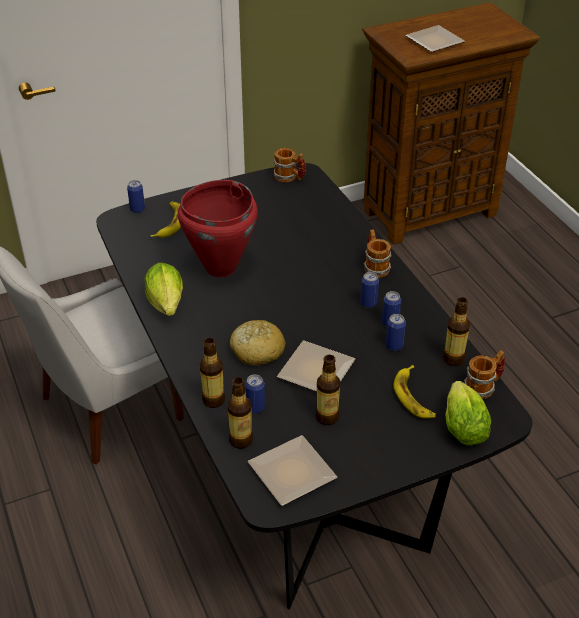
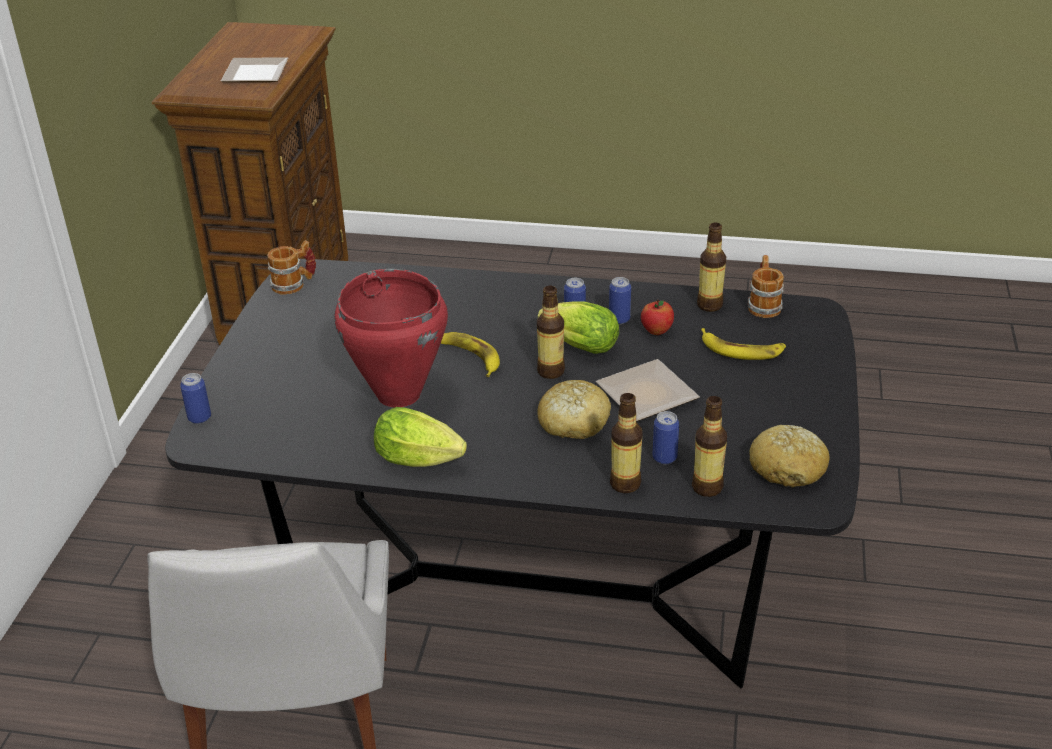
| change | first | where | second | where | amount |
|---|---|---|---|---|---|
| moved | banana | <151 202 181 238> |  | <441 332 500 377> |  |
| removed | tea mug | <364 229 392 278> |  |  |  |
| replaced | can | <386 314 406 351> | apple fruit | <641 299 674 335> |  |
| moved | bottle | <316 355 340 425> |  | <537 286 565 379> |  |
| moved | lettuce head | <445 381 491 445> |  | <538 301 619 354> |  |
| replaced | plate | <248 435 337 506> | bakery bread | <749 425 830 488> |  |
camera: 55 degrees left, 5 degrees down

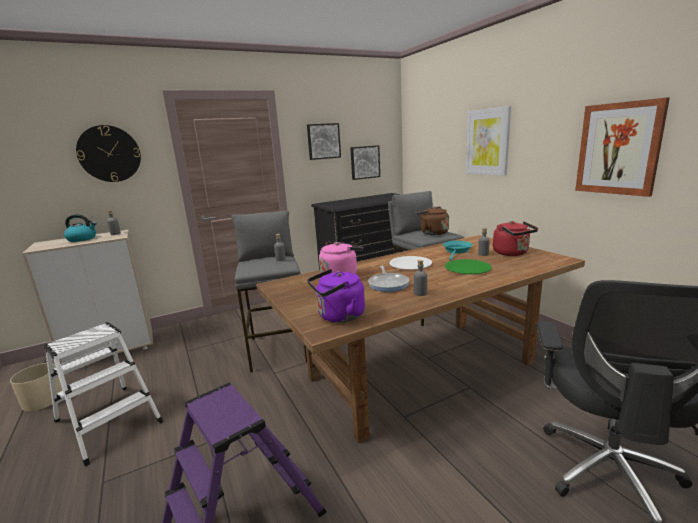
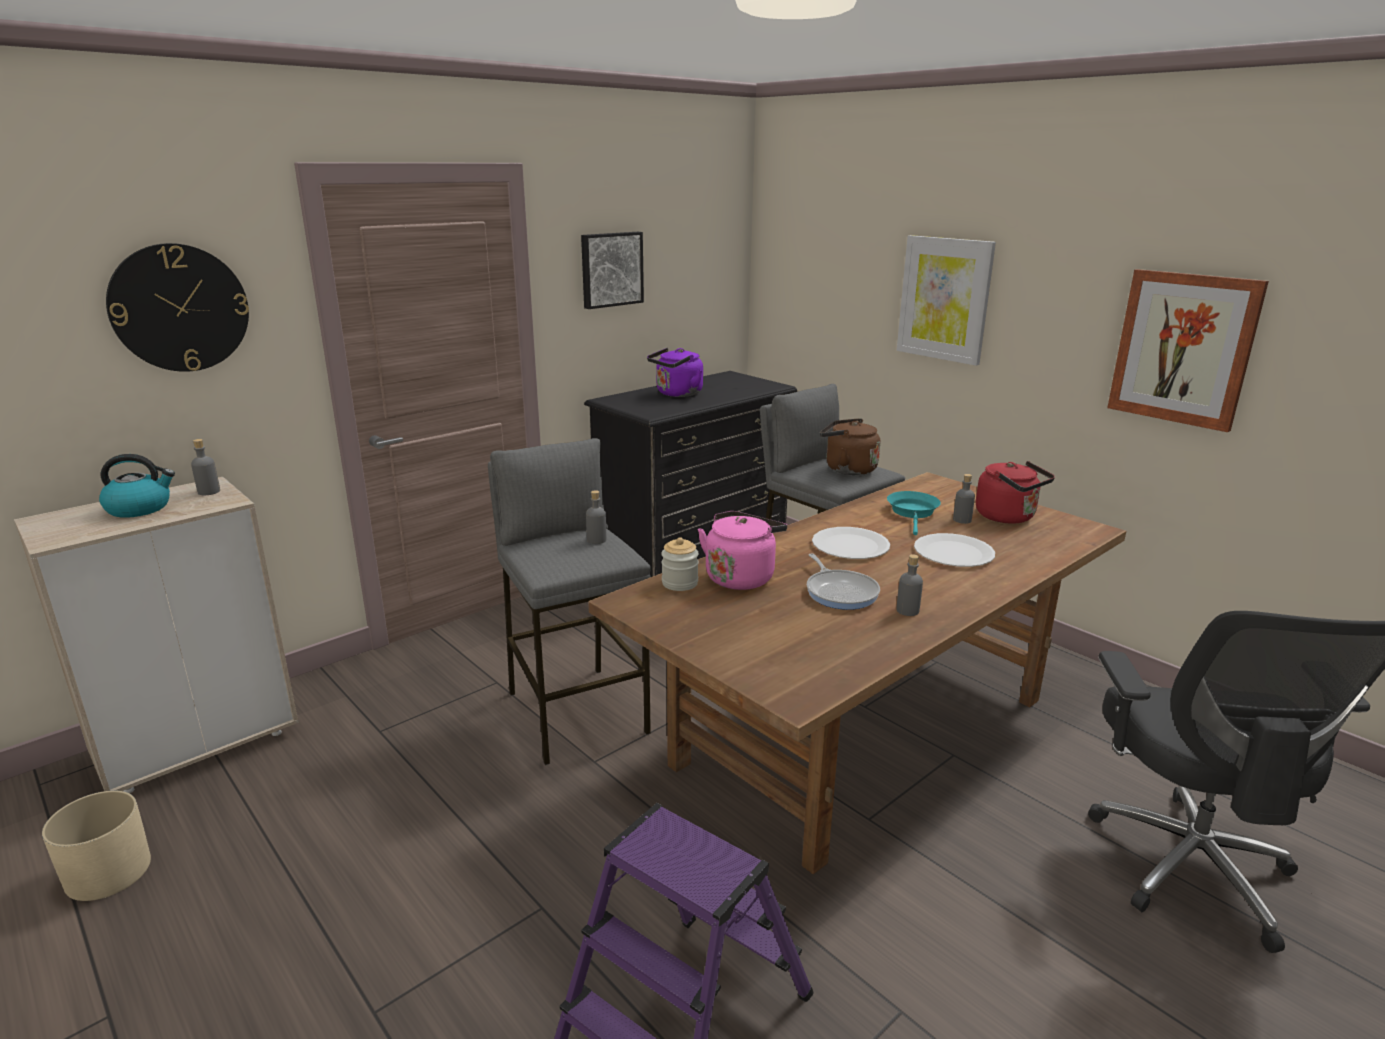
| change | first | where | second | where | amount |
|---|---|---|---|---|---|
| removed | wall art | <350 145 380 180> |  |  |  |
| recoloured | plate in green | <445 259 492 274> | plate in white | <914 533 995 567> |  |
| moved | tea kettle in purple-coloured | <307 269 365 323> |  | <647 348 703 397> |  |
| removed | step ladder in white | <43 322 164 466> |  |  |  |
| added |  |  | jar | <661 537 699 591> |  |
camera: 15 degrees left, 5 degrees up

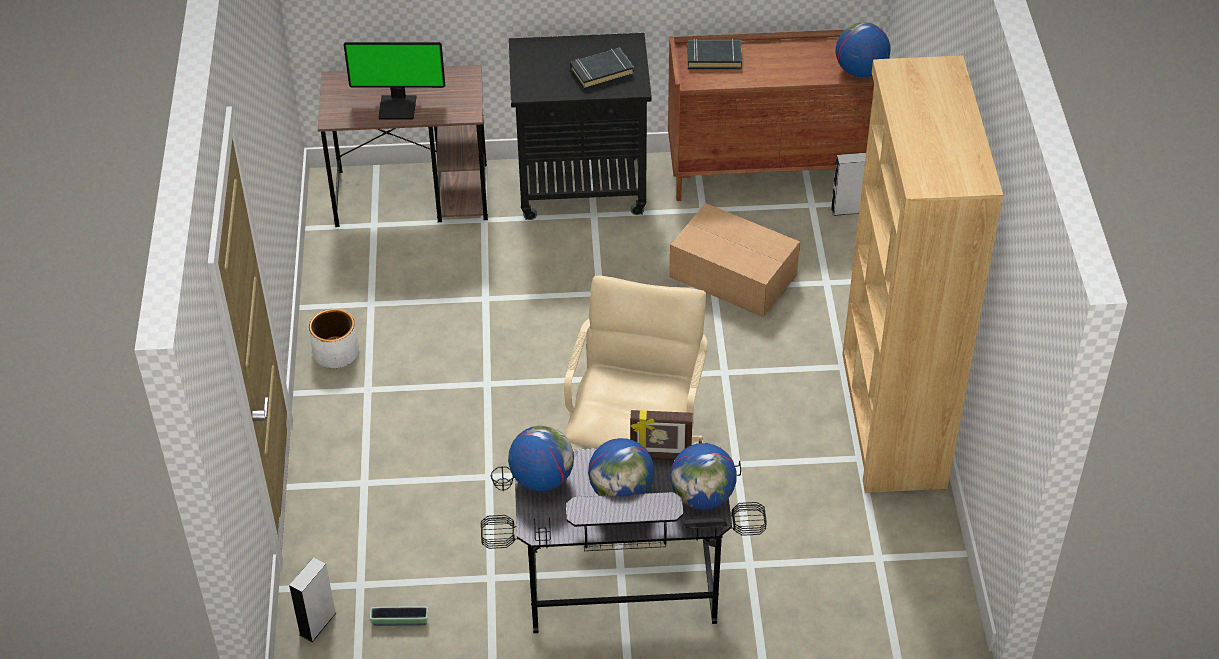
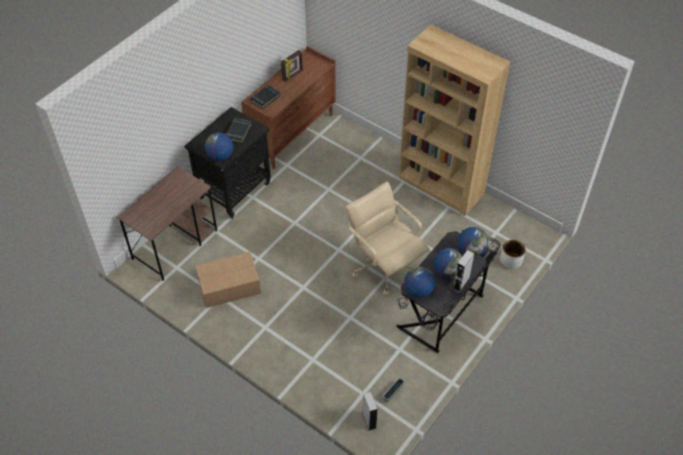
| change | first | where | second | where | amount |
|---|---|---|---|---|---|
| moved | globe | <836 22 891 77> |  | <205 133 233 161> |  |
| removed | monitor | <344 42 445 120> |  |  |  |
| moved | loudspeaker in grey | <831 153 866 216> |  | <453 250 474 291> |  |
| moved | cardboard box | <669 203 800 317> |  | <195 252 261 308> |  |
| moved | flower pot in white | <309 309 359 368> |  | <500 240 526 269> |  |
| moved | picture frame | <630 410 693 460> |  | <281 50 303 82> |  |
camera: 50 degrees left, 5 degrees up

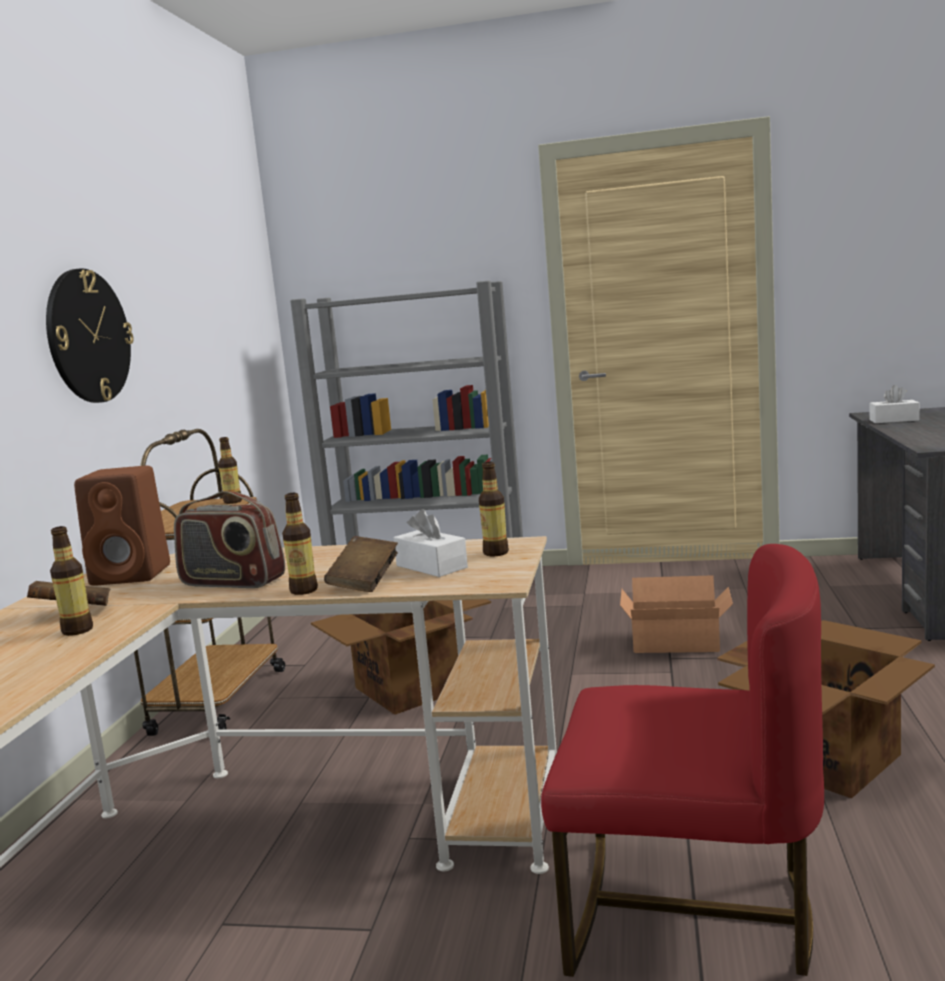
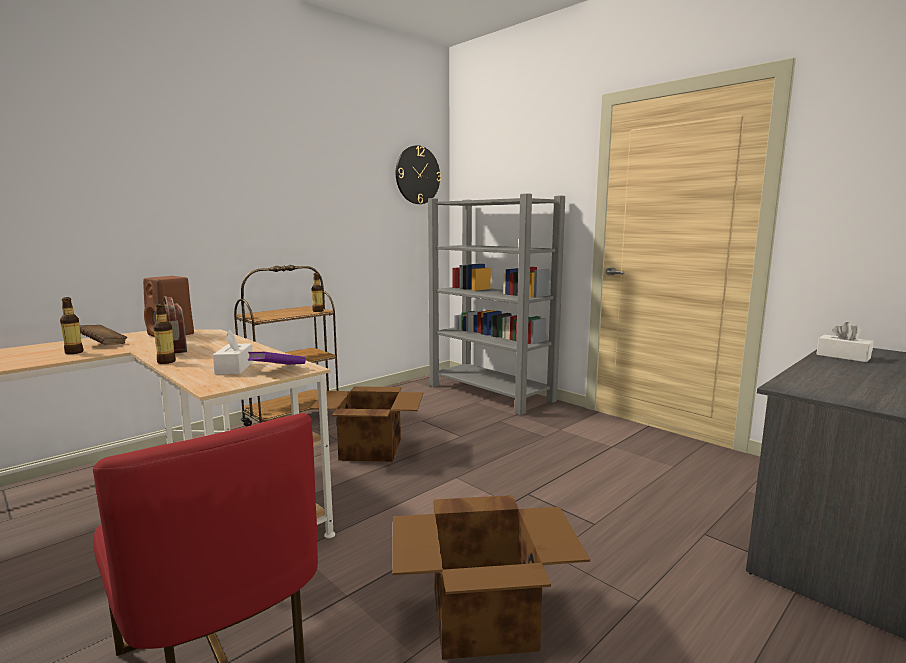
| change | first | where | second | where | amount |
|---|---|---|---|---|---|
| moved | wall clock | <46 268 134 403> |  | <396 145 441 204> |  |
| replaced | bottle | <479 462 509 556> | bound book in purple-coloured | <248 352 306 365> |  |
| removed | bound book in brown-coloured | <324 536 398 592> |  |  |  |
| removed | cardboard box | <620 575 733 653> |  |  |  |
camera: 35 degrees right, 0 degrees up

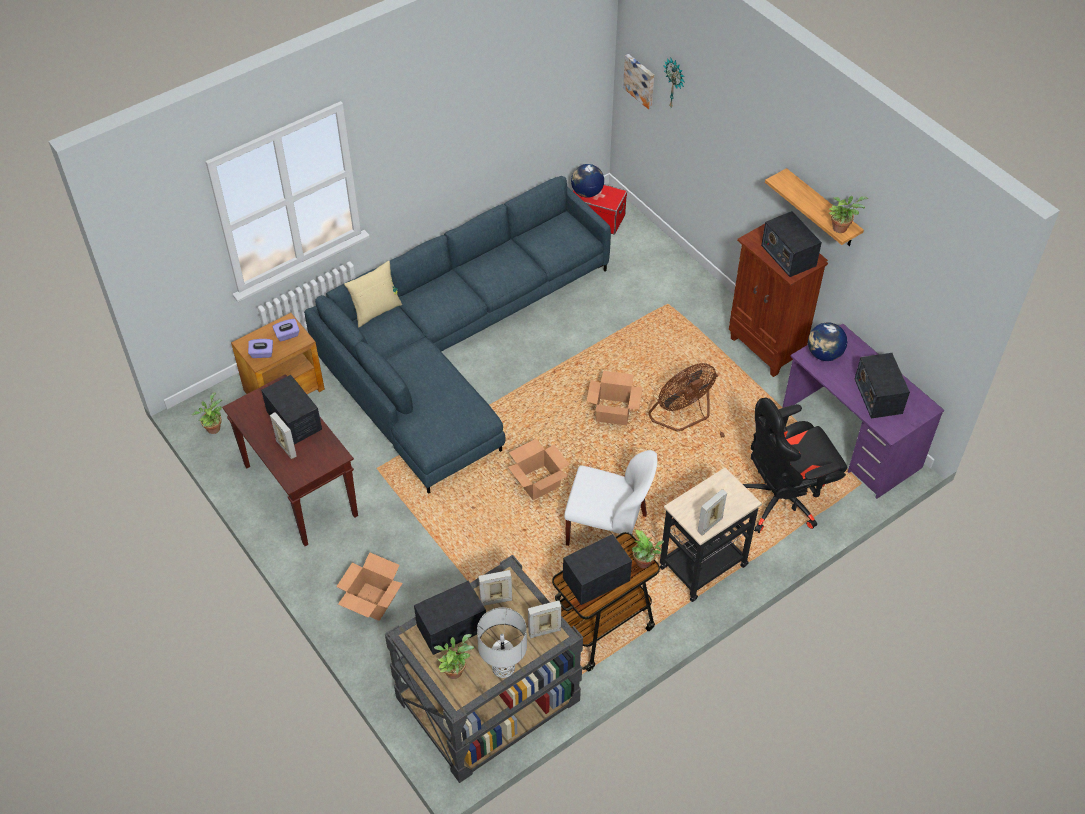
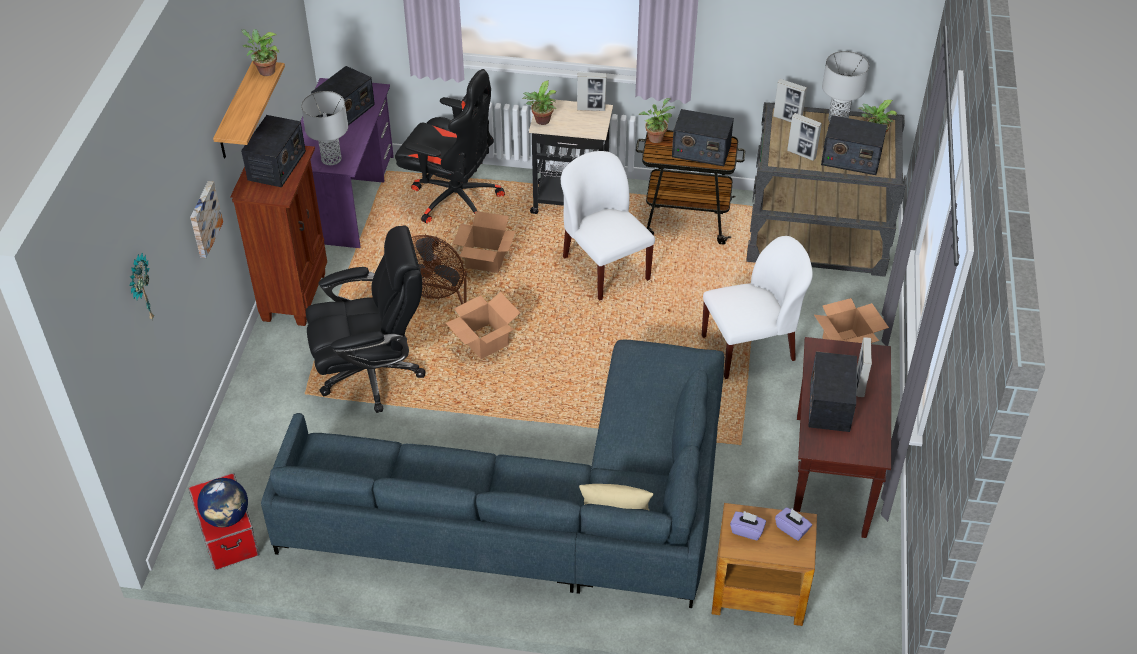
| change | first | where | second | where | amount |
|---|---|---|---|---|---|
| moved | wall art | <623 54 654 109> |  | <190 181 223 258> |  |
| replaced | globe | <808 322 847 361> | tabletop lamp in white | <301 91 348 165> |  |
| moved | houseplant | <192 392 222 434> |  | <522 80 556 125> |  |
| moved | cardboard box | <508 439 570 500> |  | <453 211 516 273> |  |
| added |  |  | desk chair in black | <306 225 426 413> |  |
| added |  |  | upright chair in white | <702 236 813 379> |  |
camera: 135 degrees left, 5 degrees down

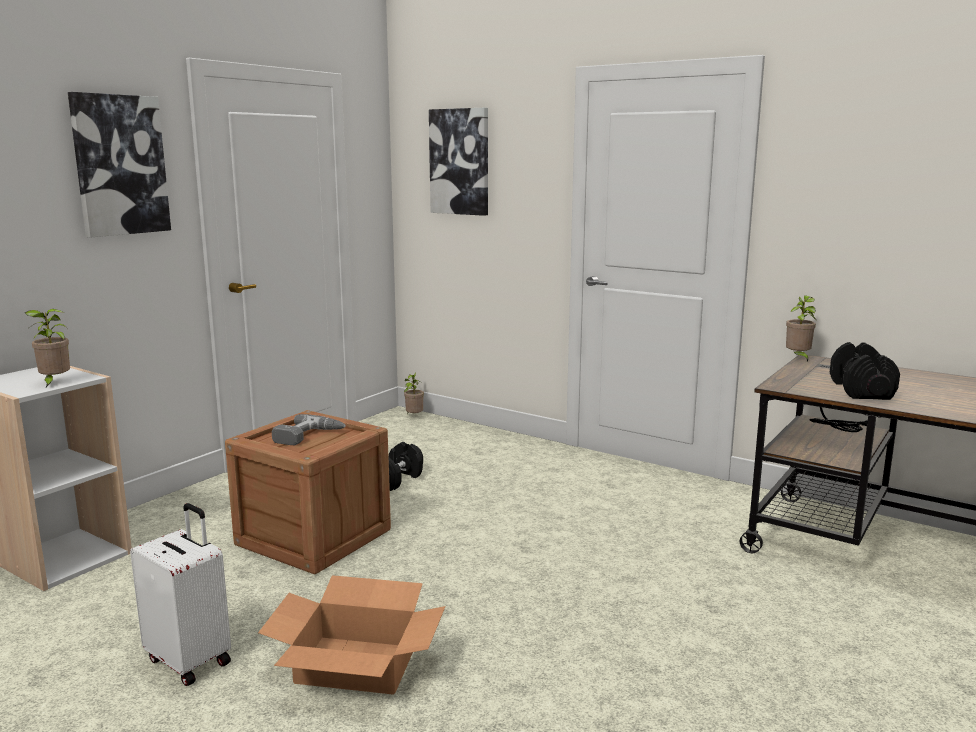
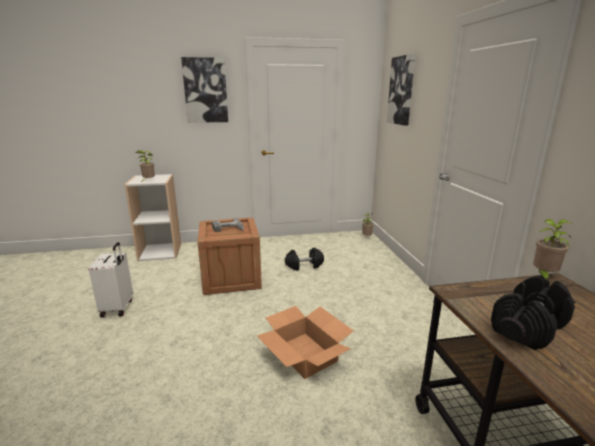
| change | first | where | second | where | amount |
|---|---|---|---|---|---|
| moved | cardboard box | <258 575 445 695> |  | <257 306 354 379> |  |
camera: 45 degrees right, 5 degrees up

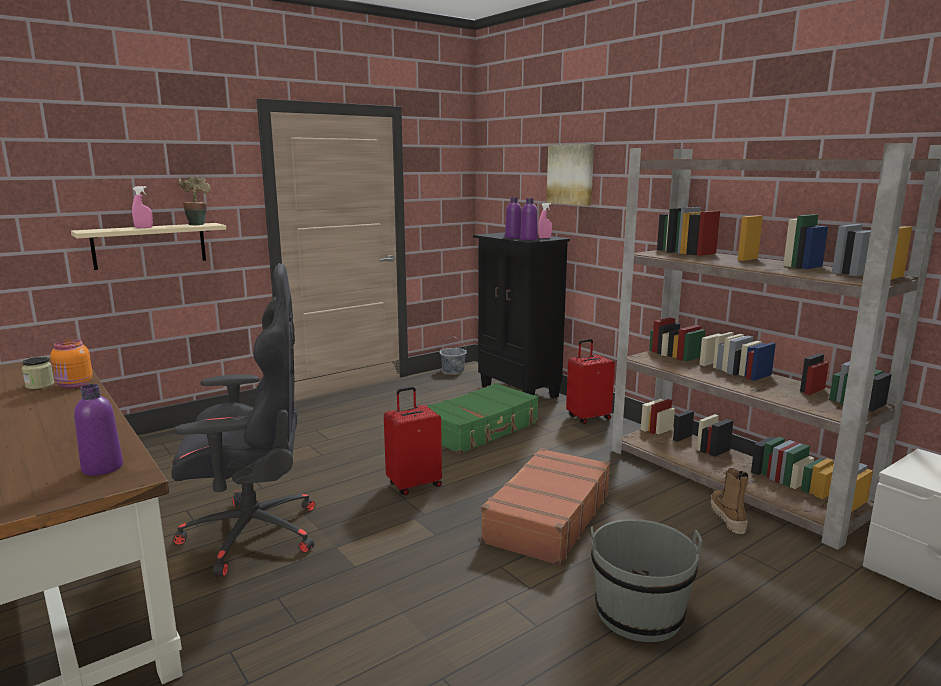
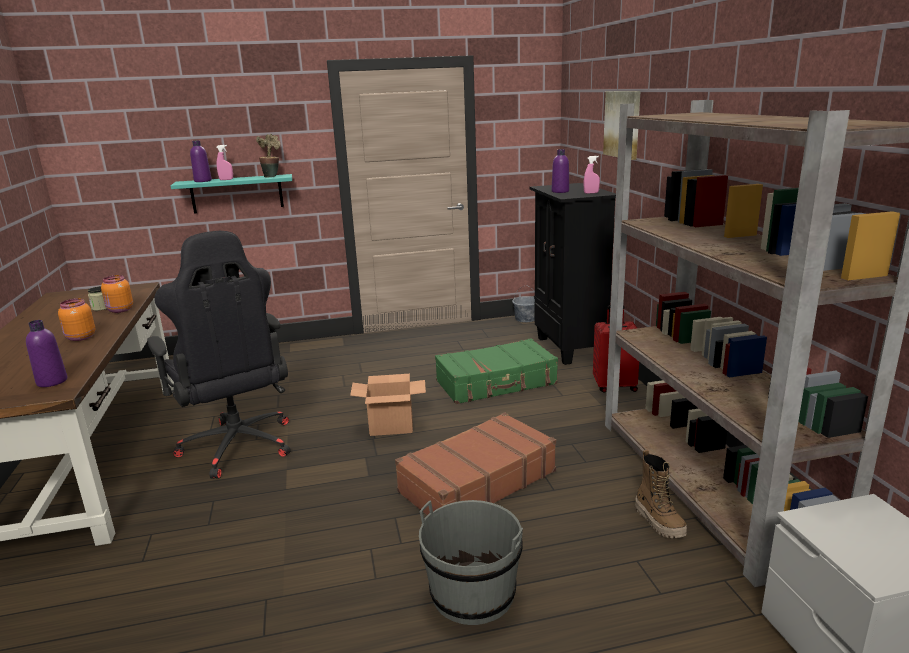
| change | first | where | second | where | amount |
|---|---|---|---|---|---|
| moved | bottle in purple-coloured | <520 198 538 241> |  | <190 140 212 182> |  |
| recoloured | bracket shelf in sand-coloured | <71 223 226 270> | bracket shelf in blue-green | <171 174 292 214> |  |
| turned | desk chair in black | <172 263 315 576> |  | <147 231 291 479> | 45 degrees clockwise |
| replaced | suitcase in reddish | <384 387 442 495> | cardboard box | <350 374 426 436> |  |
| turned | boot | <710 468 749 534> |  | <635 450 687 538> | 135 degrees clockwise |
| added |  |  | jar in orange-coloured | <58 298 95 341> |  |
camera: 25 degrees right, 5 degrees up

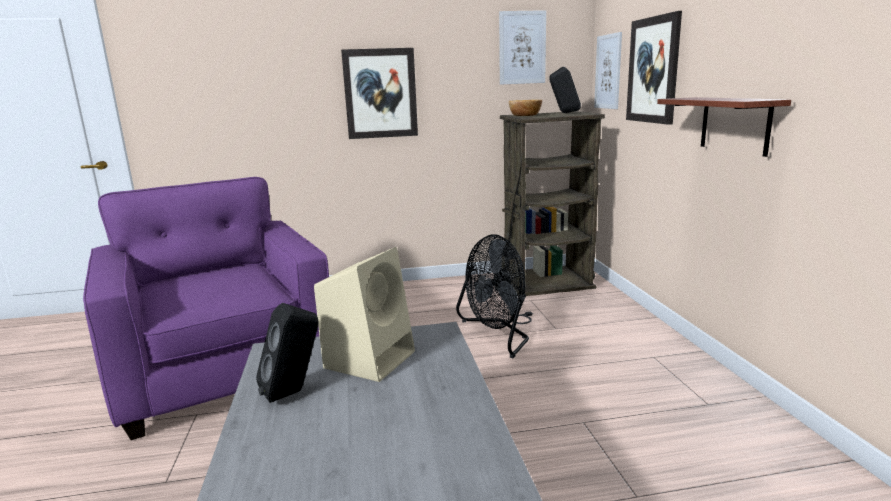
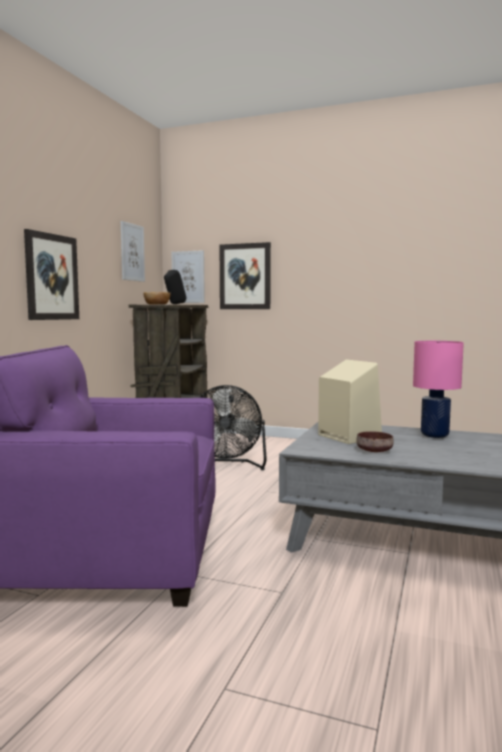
| change | first | where | second | where | amount |
|---|---|---|---|---|---|
| removed | bracket shelf | <657 97 791 157> |  |  |  |
| replaced | loudspeaker in black | <256 303 319 403> | serving bowl in brown-coloured | <356 431 393 452> |  |
| added |  |  | tabletop lamp in pinkish | <413 340 464 438> |  |
camera: 60 degrees left, 10 degrees down

